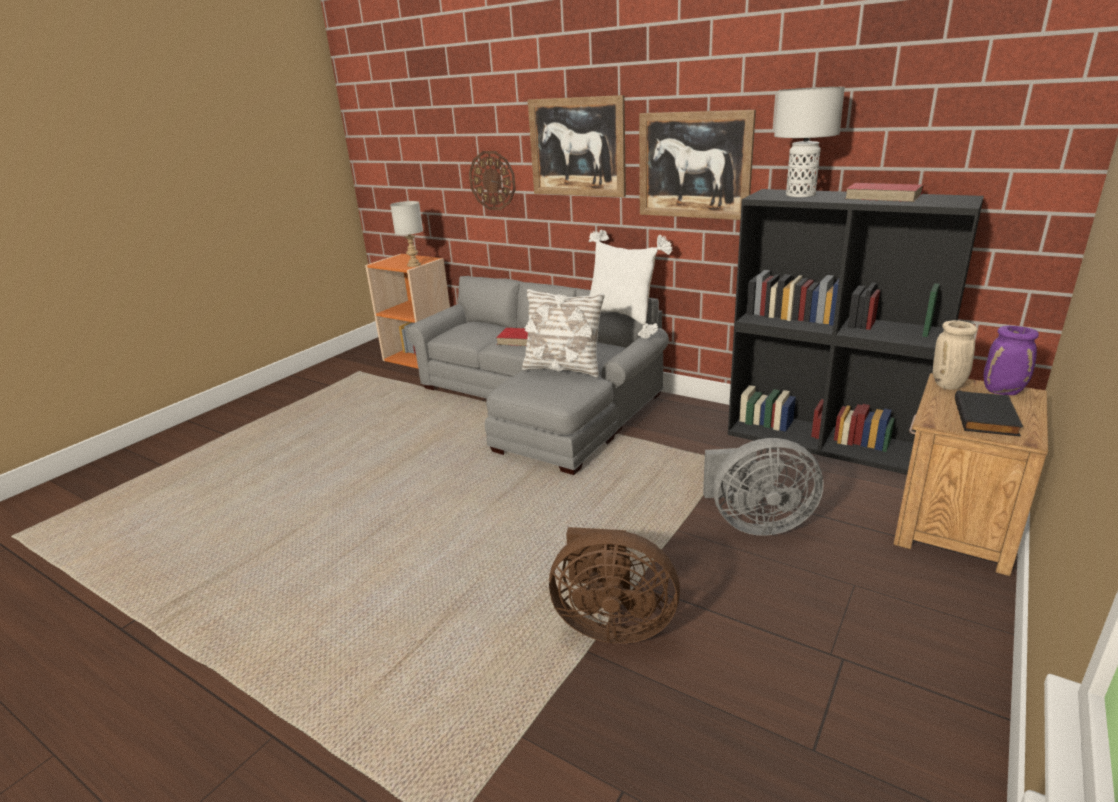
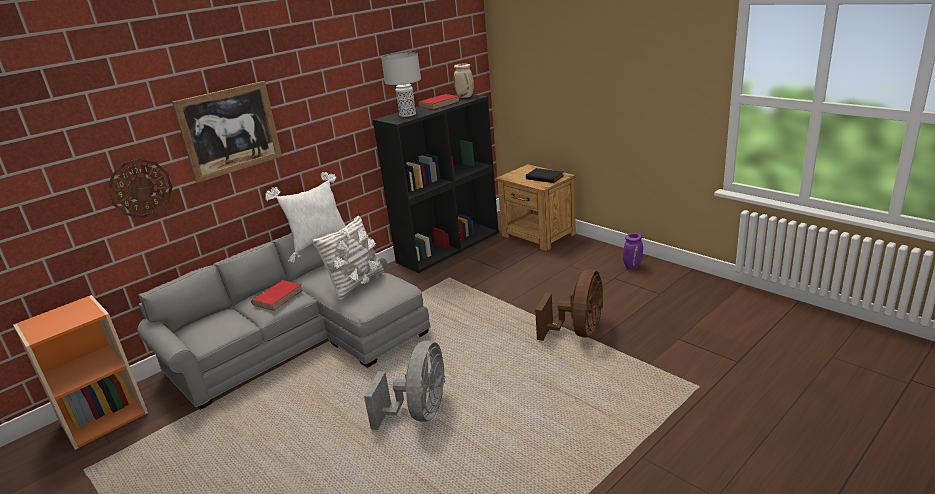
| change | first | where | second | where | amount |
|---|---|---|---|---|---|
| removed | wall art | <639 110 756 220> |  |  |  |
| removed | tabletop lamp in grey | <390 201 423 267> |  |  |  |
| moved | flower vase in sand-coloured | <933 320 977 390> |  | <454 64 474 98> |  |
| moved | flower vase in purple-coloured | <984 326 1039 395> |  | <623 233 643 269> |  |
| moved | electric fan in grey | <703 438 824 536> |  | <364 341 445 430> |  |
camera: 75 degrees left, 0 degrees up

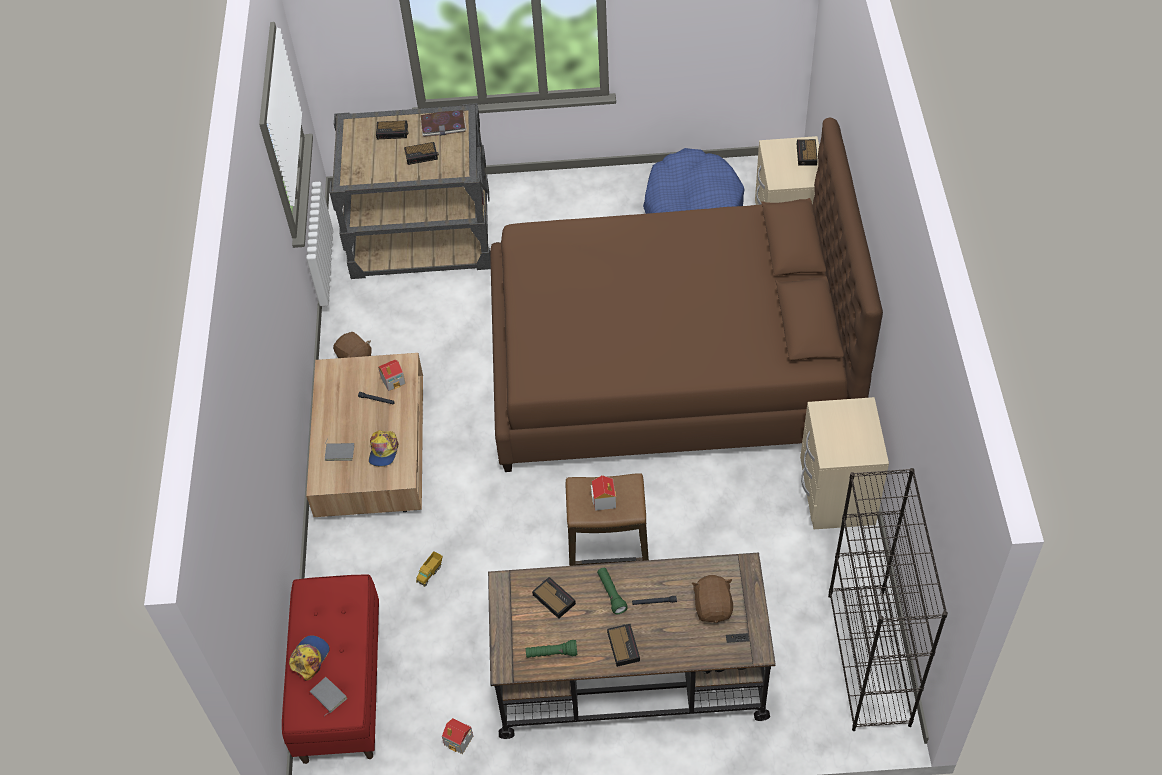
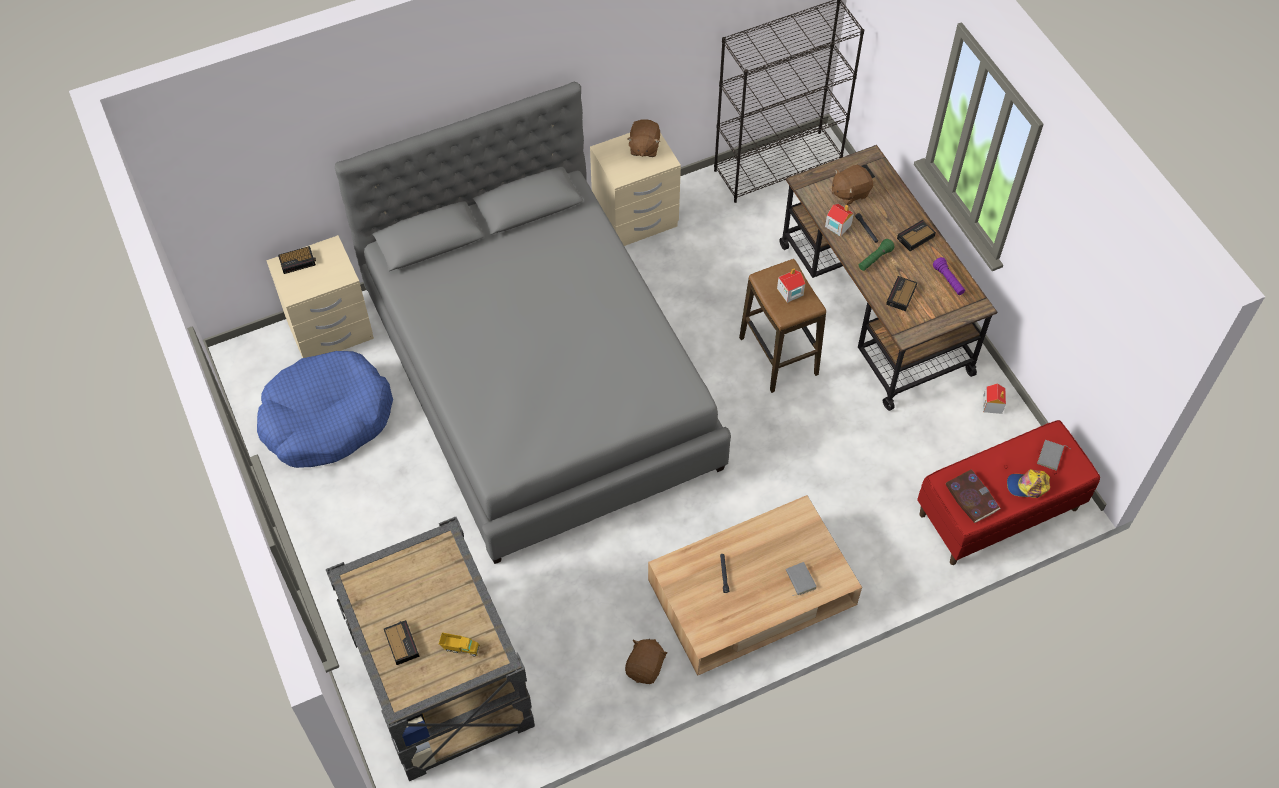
| change | first | where | second | where | amount |
|---|---|---|---|---|---|
| moved | bound book | <420 110 467 137> |  | <945 469 1001 523> |  |
| recoloured | bedroom bed in brown-coloured | <490 117 883 472> | bedroom bed in grey | <335 81 731 564> |  |
| removed | bedside clock | <404 142 439 165> |  |  |  |
| moved | miniature house | <378 359 406 391> |  | <825 204 854 236> |  |
| removed | baseball cap | <369 430 399 467> |  |  |  |
| moved | toy lorry | <416 551 443 586> |  | <439 633 480 656> |  |
| recoloured | torch in green | <526 640 577 658> | torch in purple-coloured | <933 257 965 295> |  |
| added |  |  | plush toy in brown-coloured | <627 119 660 157> |  |
camera: 115 degrees left, 5 degrees up

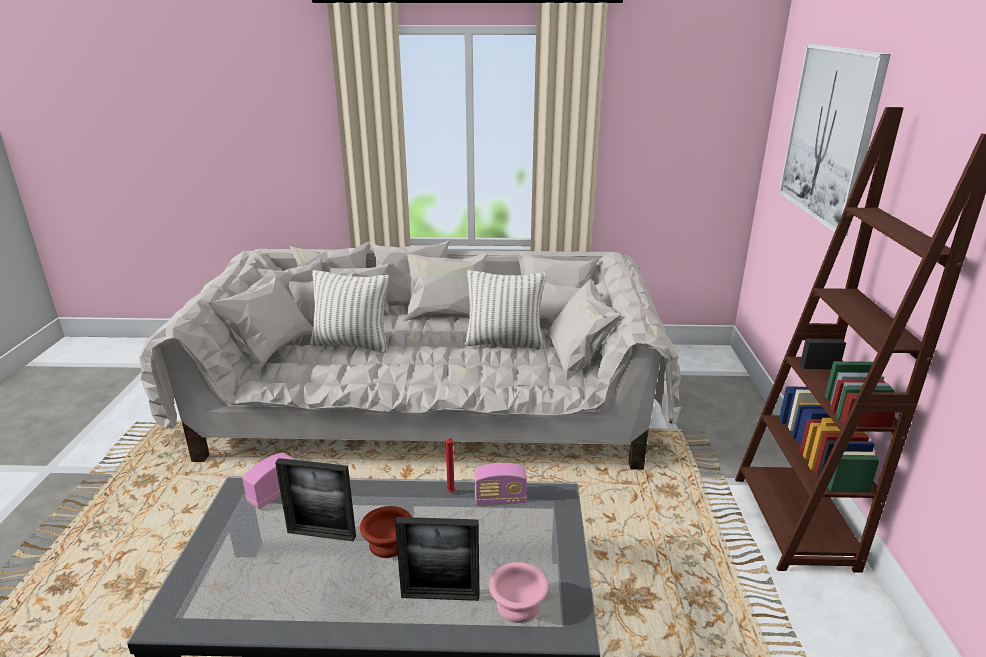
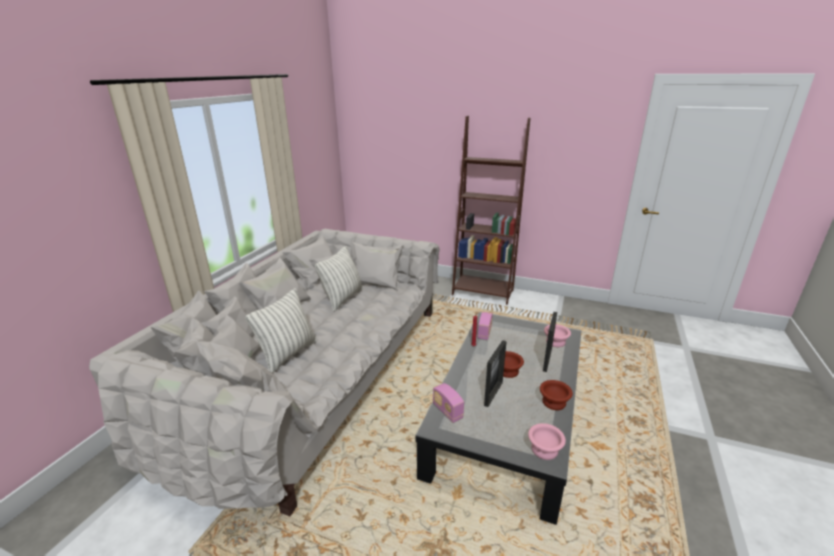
| change | first | where | second | where | amount |
|---|---|---|---|---|---|
| removed | wall art | <779 44 891 236> |  |  |  |
| added |  |  | serving bowl in brown-coloured | <540 380 573 410> |  |
| added |  |  | serving bowl in pinkish | <528 423 566 460> |  |
camera: 70 degrees left, 0 degrees up

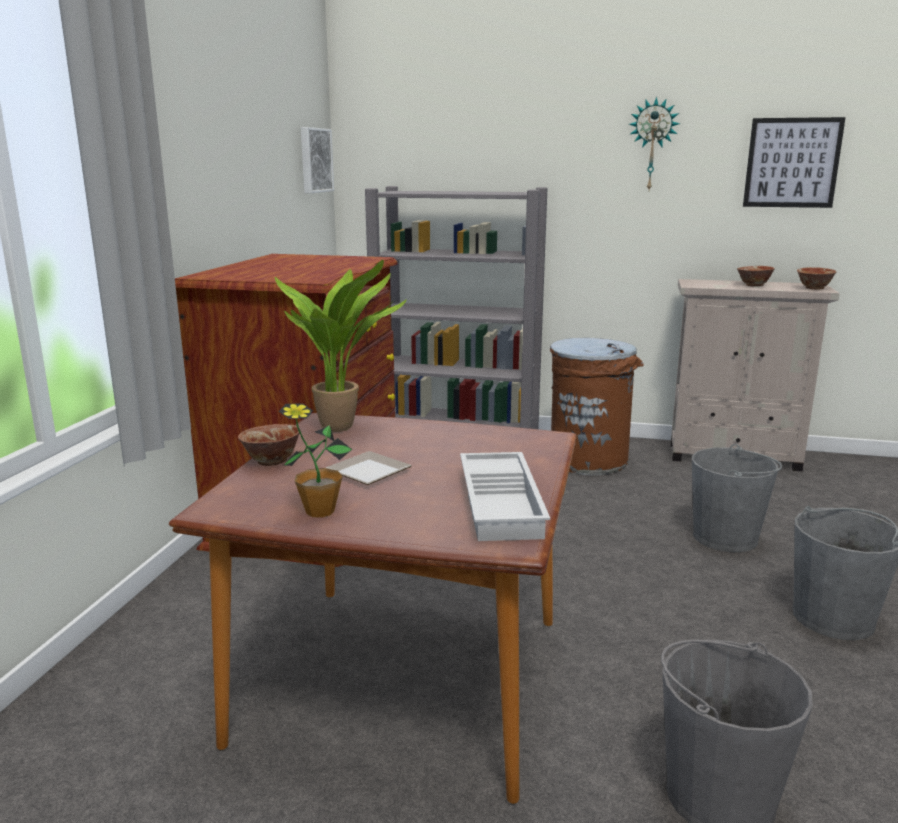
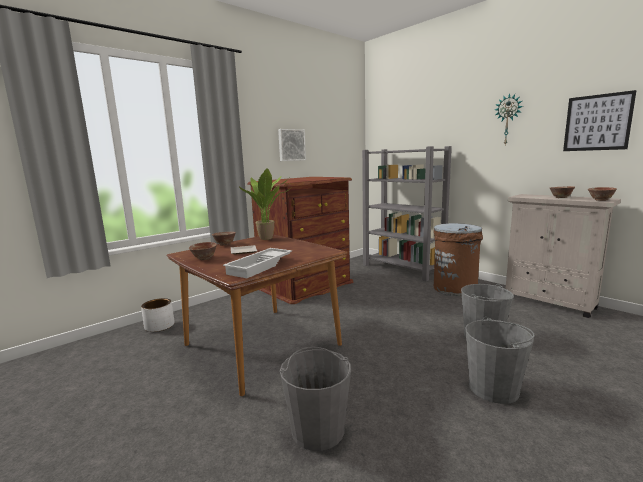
| change | first | where | second | where | amount |
|---|---|---|---|---|---|
| moved | wall art | <301 127 334 193> |  | <278 129 306 161> |  |
| replaced | houseplant | <279 403 352 518> | serving bowl | <189 242 217 260> |  |
| added |  |  | flower pot in white | <141 298 174 332> |  |
camera: 35 degrees right, 5 degrees down

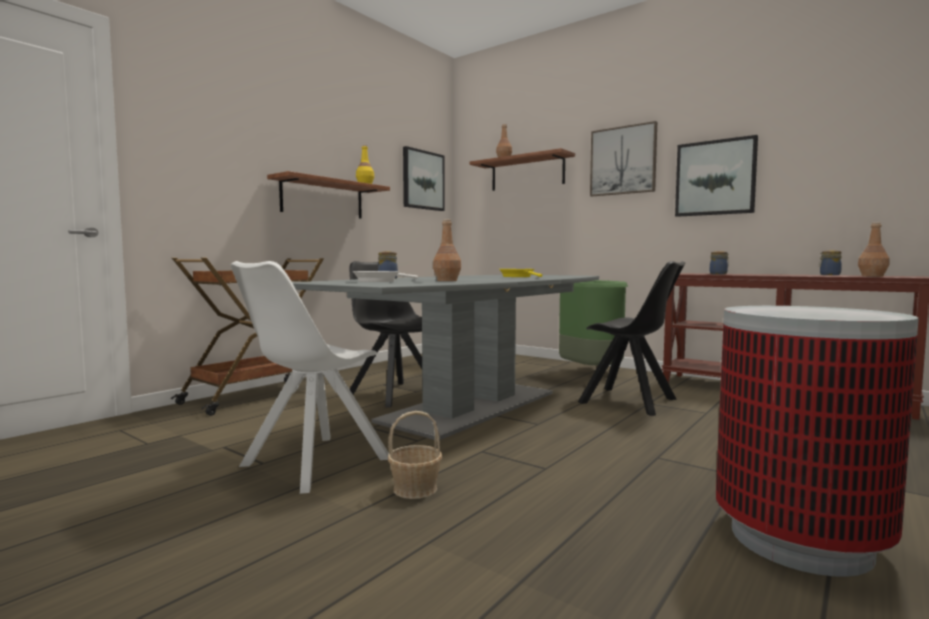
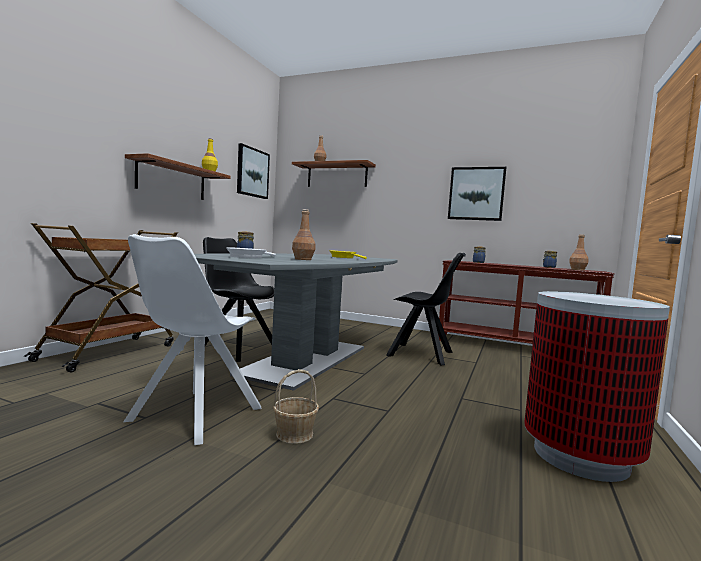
| change | first | where | second | where | amount |
|---|---|---|---|---|---|
| removed | wall art | <590 121 657 196> |  |  |  |
| removed | trash can in green | <559 280 628 365> |  |  |  |
camera: 15 degrees left, 0 degrees up

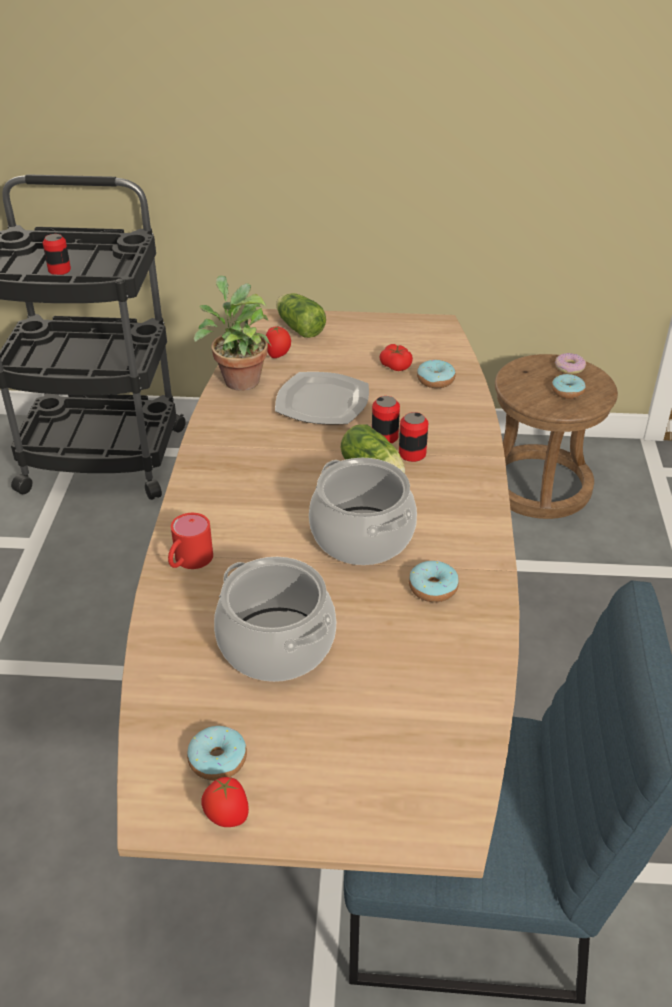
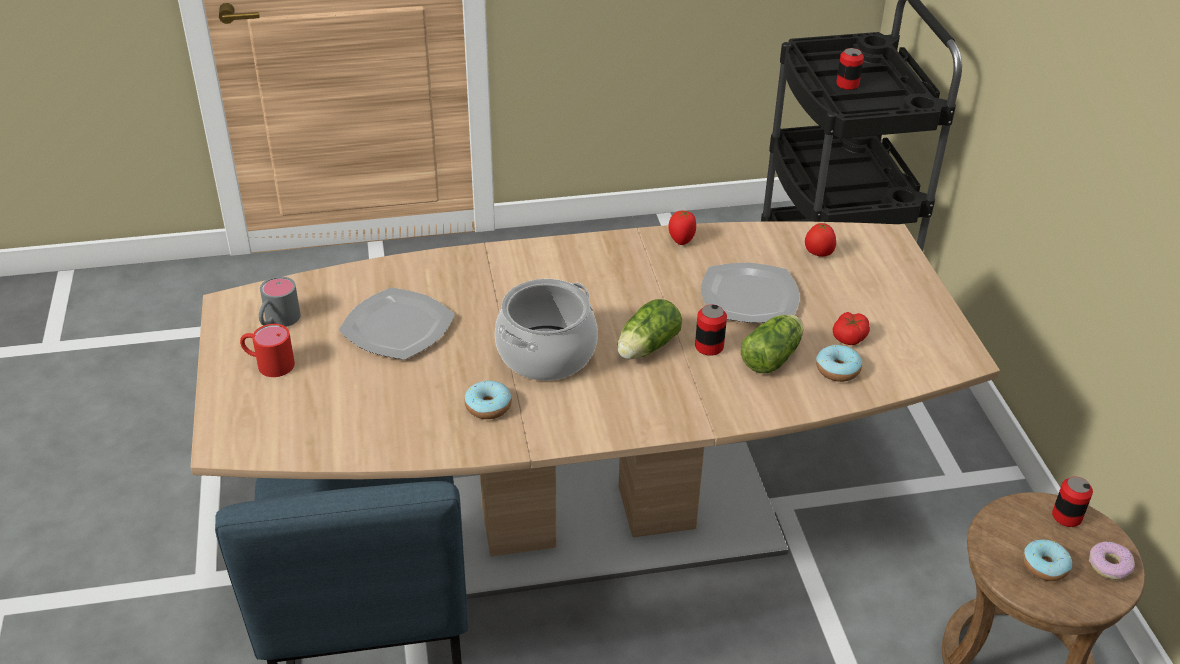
| change | first | where | second | where | amount |
|---|---|---|---|---|---|
| removed | houseplant | <194 275 271 391> |  |  |  |
| moved | lettuce head | <276 293 326 338> |  | <741 314 804 373> |  |
| moved | can | <399 412 428 462> |  | <1052 477 1093 527> |  |
| moved | tea mug in reddish | <168 513 213 569> |  | <240 324 295 377> |  |
| replaced | saucepot | <214 557 336 682> | plate | <338 287 455 360> |  |
| replaced | donut | <187 726 247 781> | tea mug in grey | <259 276 301 327> |  |
| moved | tomato | <201 777 249 827> |  | <668 211 696 245> |  |
camera: 75 degrees right, 0 degrees up

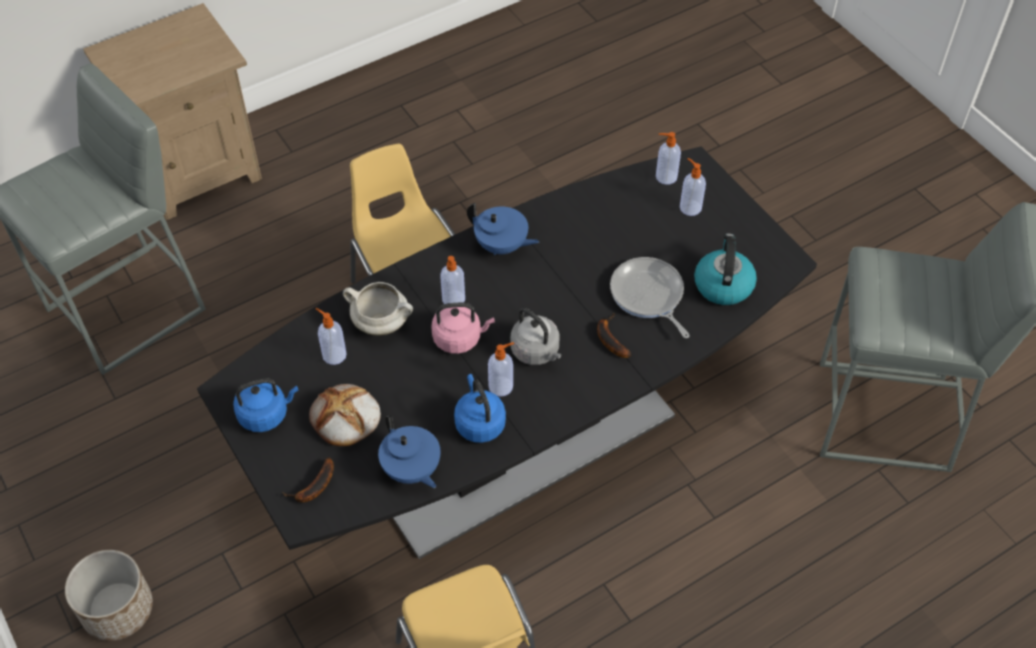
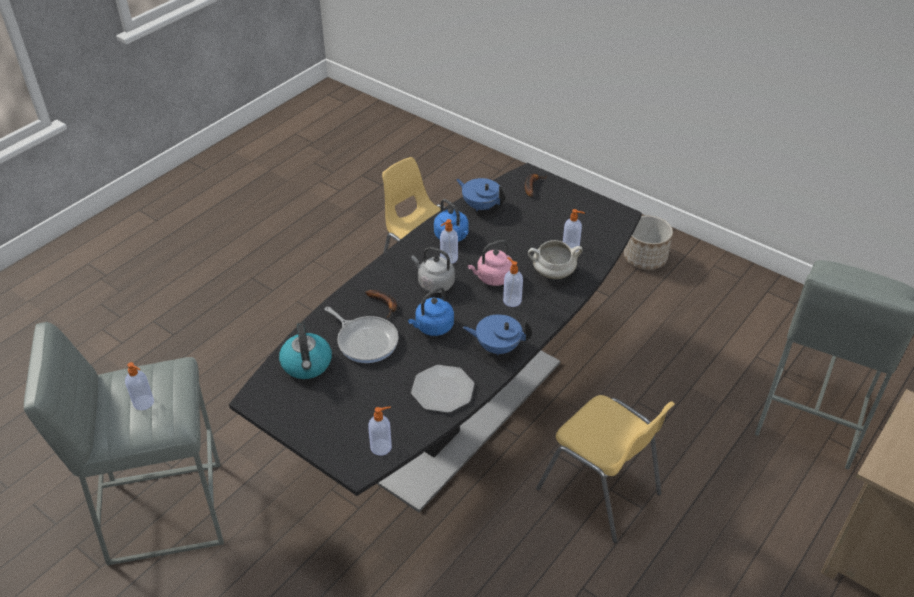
| change | first | where | second | where | amount |
|---|---|---|---|---|---|
| moved | soap dispenser | <680 158 706 216> |  | <125 362 154 410> |  |
| moved | tea kettle in bluish | <233 378 299 432> |  | <408 287 454 336> |  |
| removed | bakery bread | <309 384 381 446> |  |  |  |
| added |  |  | plate | <411 365 474 413> |  |
camera: 160 degrees right, 10 degrees down

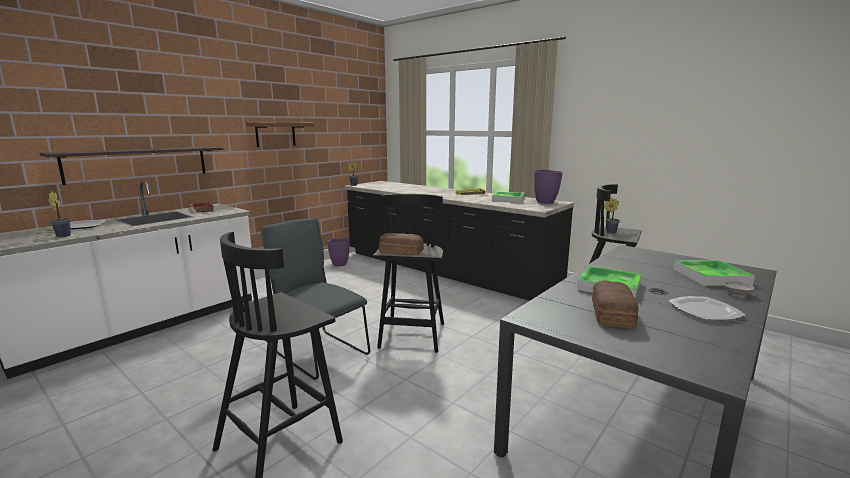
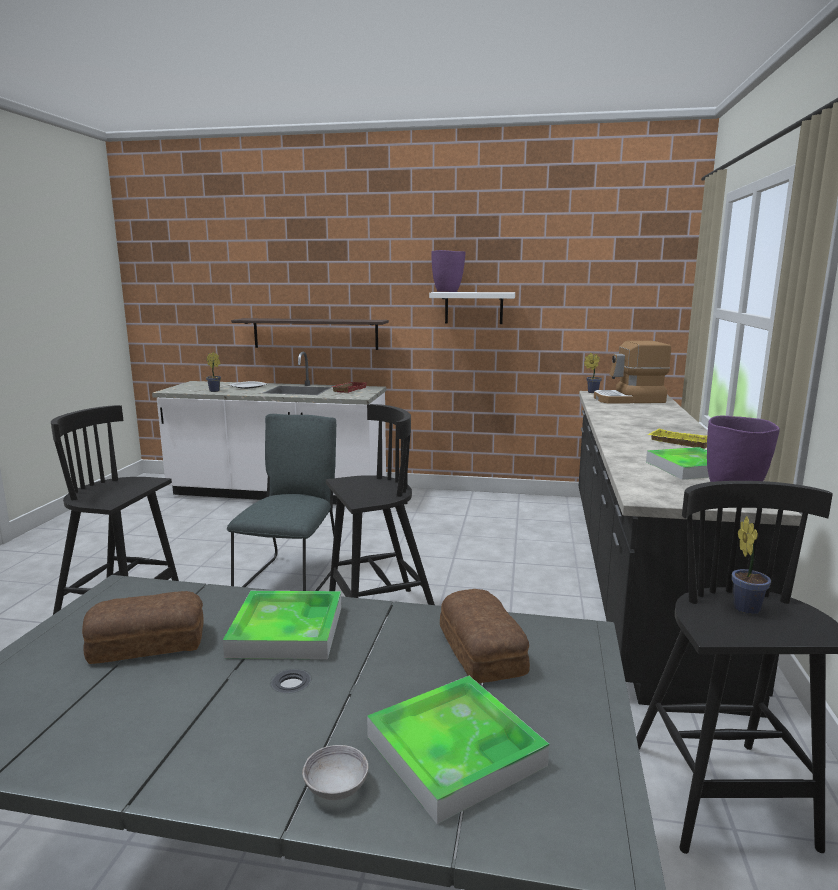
| change | first | where | second | where | amount |
|---|---|---|---|---|---|
| recoloured | bracket shelf in brown-coloured | <246 123 314 147> | bracket shelf in white | <429 292 515 324> |  |
| moved | bakery bread | <379 233 424 256> |  | <440 589 530 683> |  |
| moved | flower vase in purple-coloured | <327 238 350 266> |  | <431 250 466 292> |  |
| removed | plate | <668 296 745 320> |  |  |  |
| added |  |  | coffee maker | <594 341 671 404> |  |
camera: 60 degrees right, 0 degrees up

